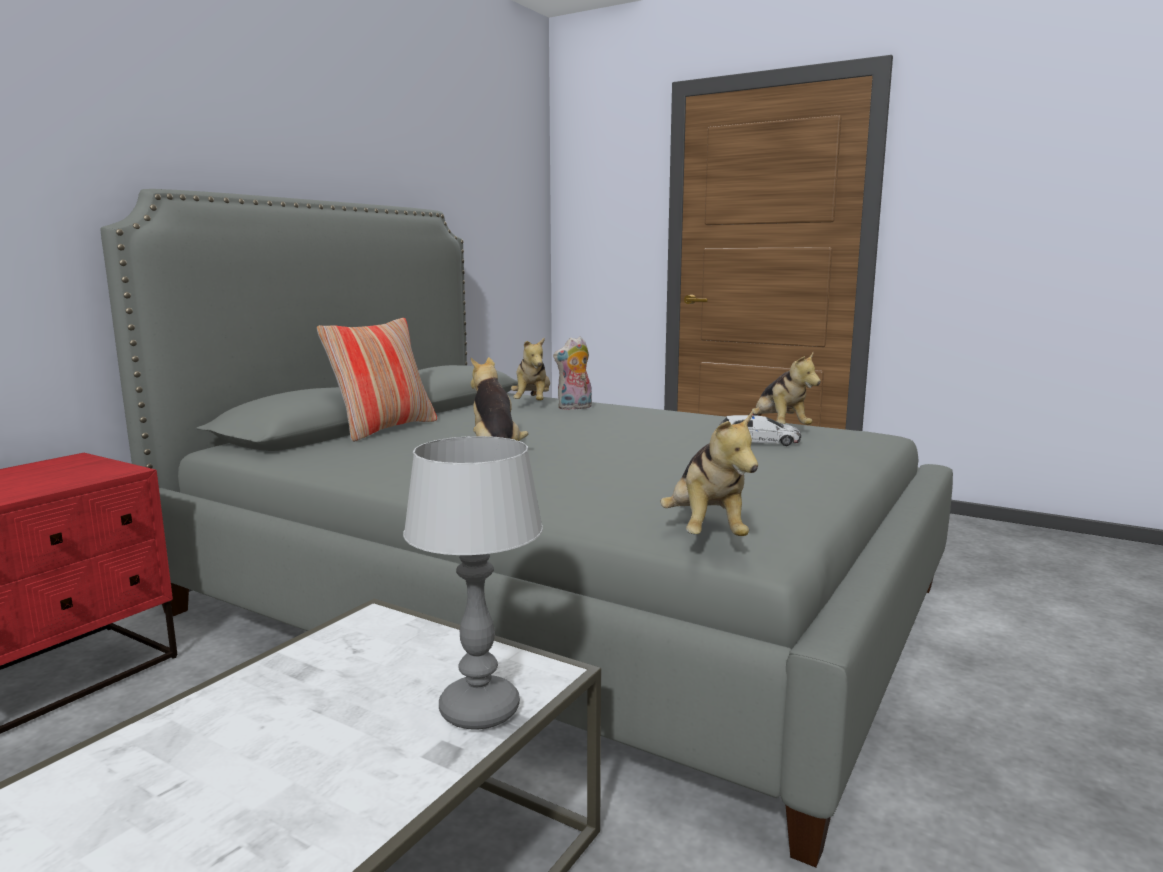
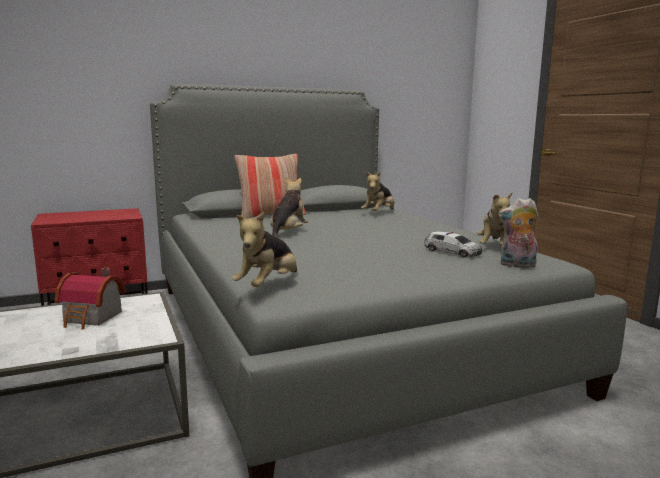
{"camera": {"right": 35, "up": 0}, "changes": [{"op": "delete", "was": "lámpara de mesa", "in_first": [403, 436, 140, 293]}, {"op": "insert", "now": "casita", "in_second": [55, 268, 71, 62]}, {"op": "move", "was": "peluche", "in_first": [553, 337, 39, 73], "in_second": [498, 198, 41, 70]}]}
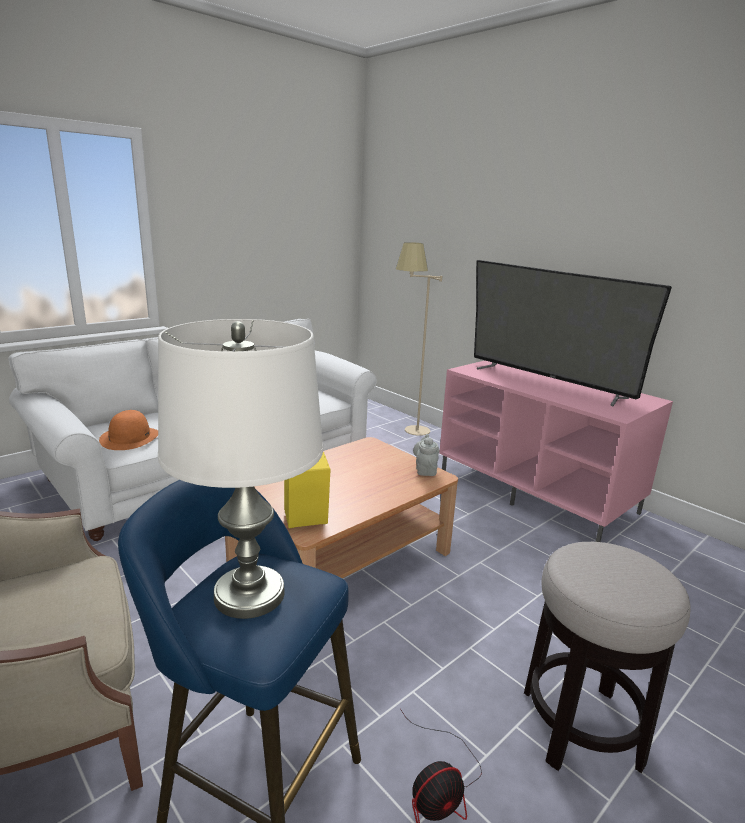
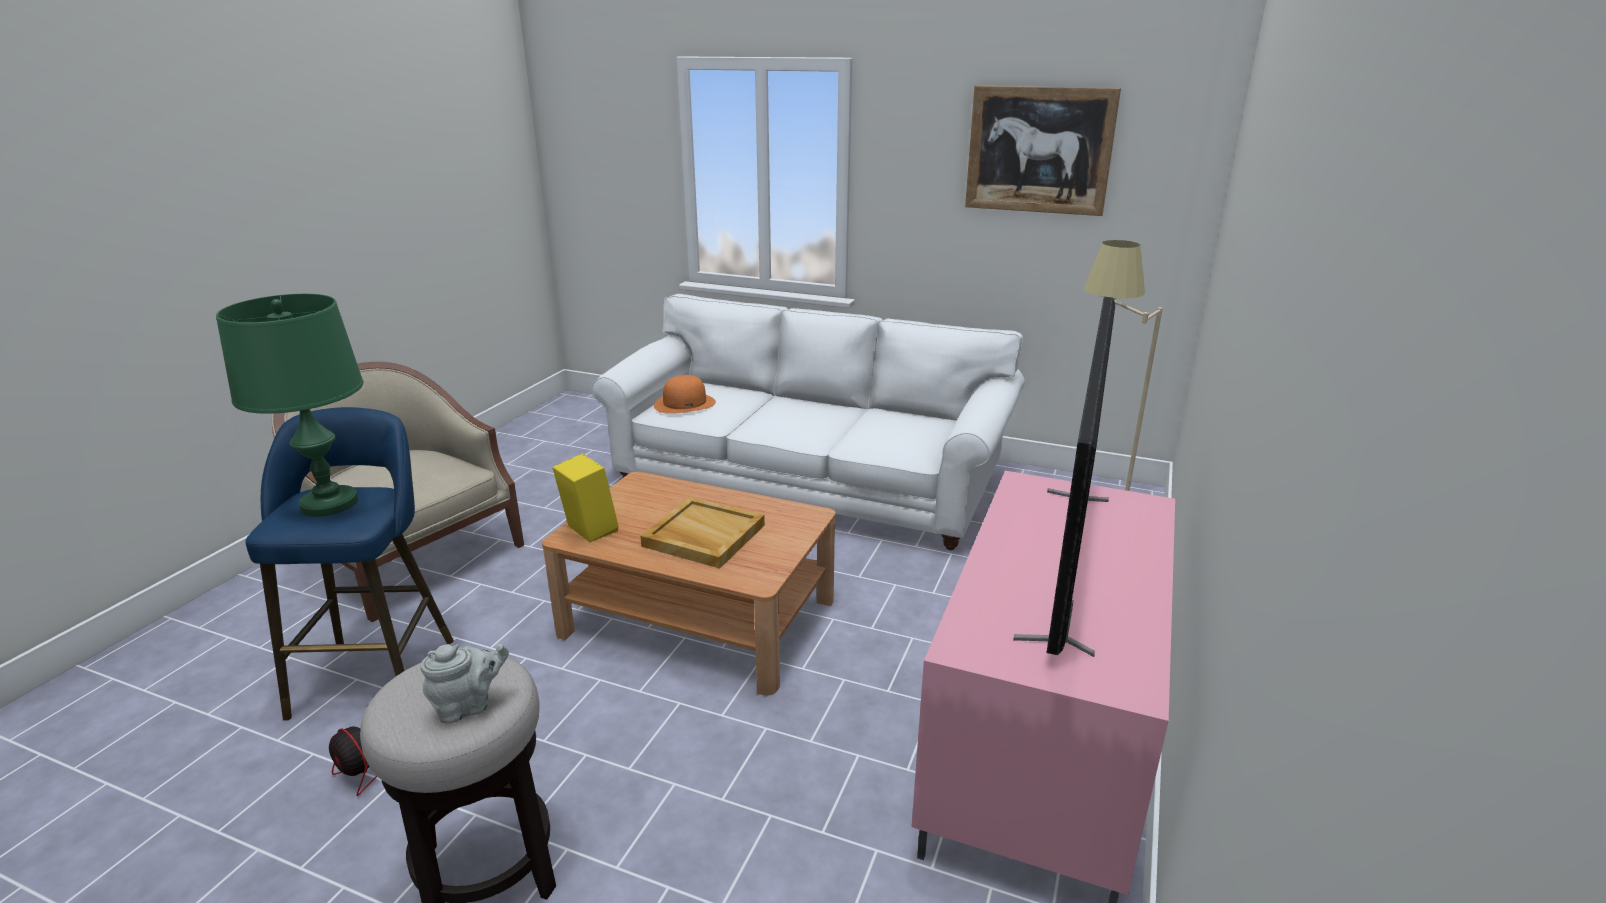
{"camera": {"right": 65, "up": 5}, "changes": [{"op": "insert", "now": "bandeja (beis)", "in_second": [640, 497, 125, 71]}, {"op": "insert", "now": "cuadro", "in_second": [965, 86, 156, 130]}, {"op": "move", "was": "tetera (gris)", "in_first": [413, 434, 26, 42], "in_second": [420, 644, 89, 80]}, {"op": "recolor", "was": "lámpara de mesa (blanco)", "now": "lámpara de mesa (verde)", "in_first": [158, 319, 165, 300], "in_second": [216, 294, 147, 223]}]}
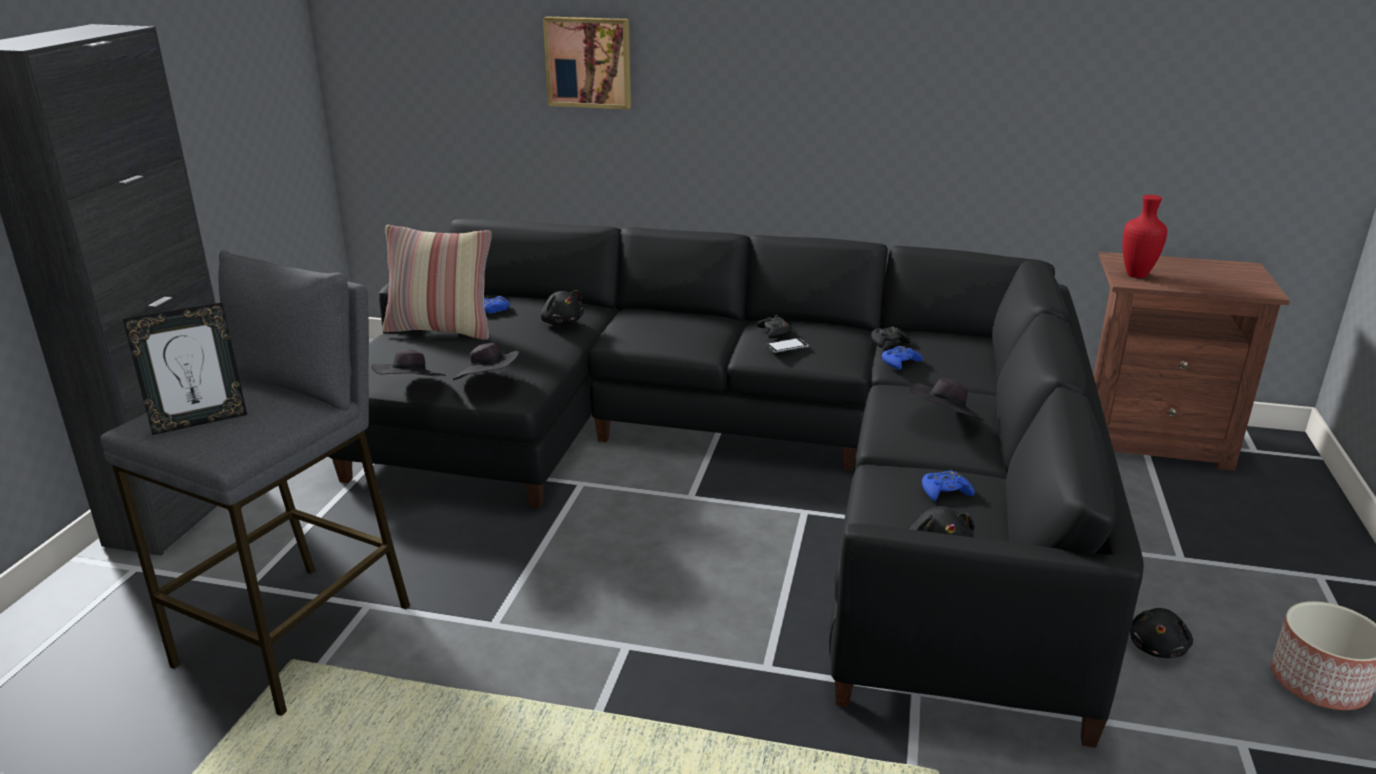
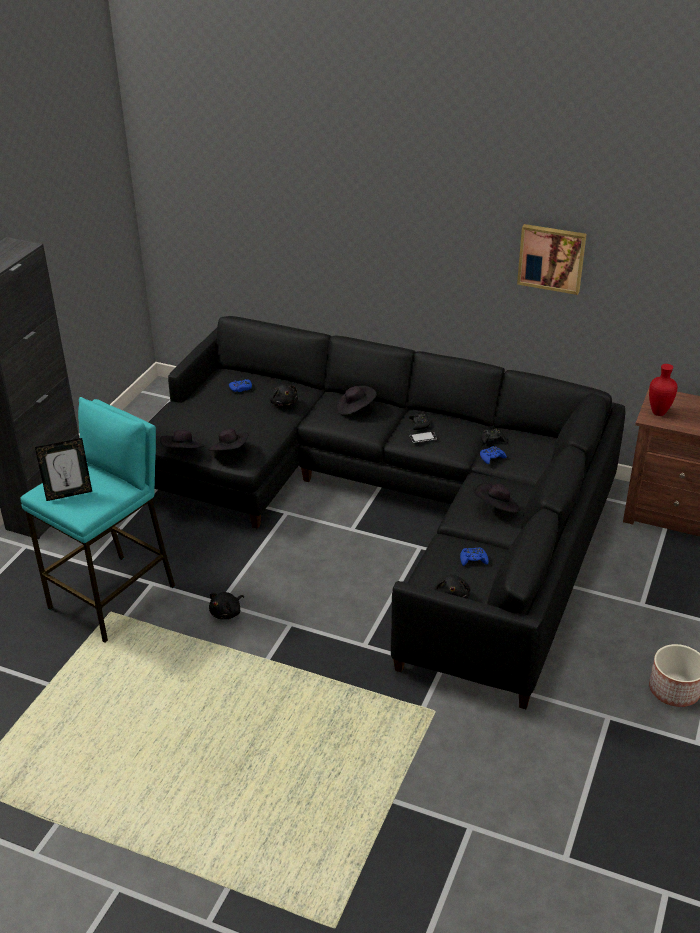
{"camera": {"right": 10, "up": 10}, "changes": [{"op": "delete", "was": "cojín", "in_first": [382, 225, 110, 115]}, {"op": "insert", "now": "sombrero (negro)", "in_second": [336, 386, 41, 29]}, {"op": "move", "was": "cuadro", "in_first": [543, 17, 88, 93], "in_second": [517, 224, 70, 71]}, {"op": "move", "was": "peluche (negro)", "in_first": [1130, 608, 63, 50], "in_second": [209, 592, 35, 27]}, {"op": "recolor", "was": "taburete (gris)", "now": "taburete (turquesa)", "in_first": [100, 250, 310, 466], "in_second": [20, 397, 155, 245]}]}
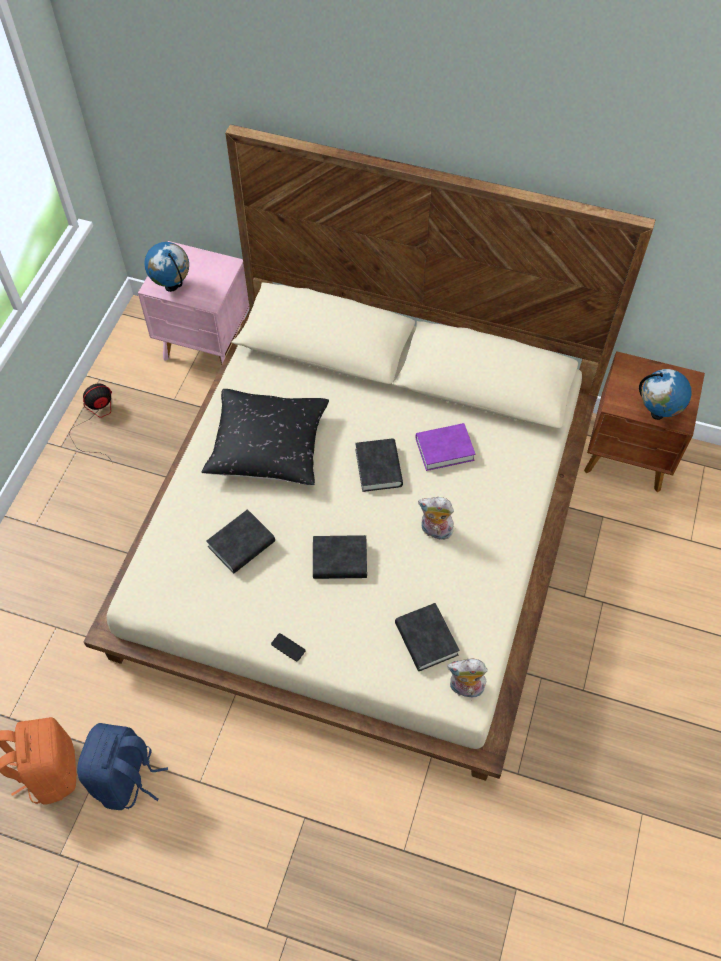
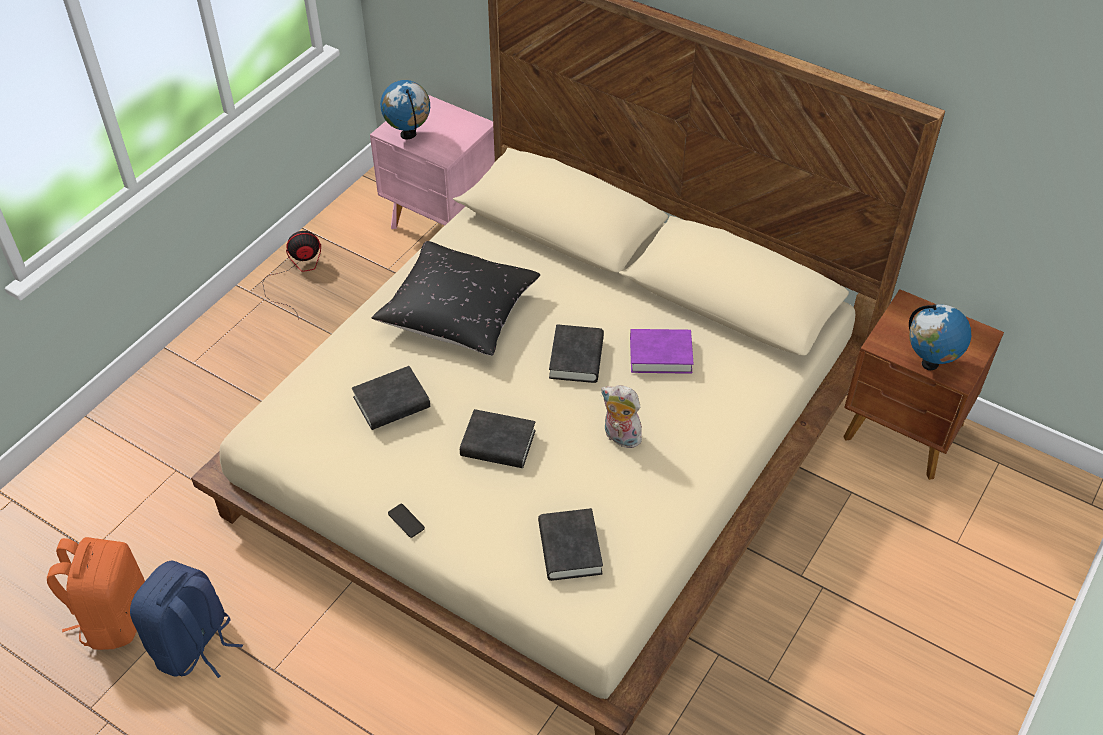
{"camera": {"right": 15, "up": -10}, "changes": [{"op": "delete", "was": "peluche", "in_first": [447, 659, 41, 39]}]}
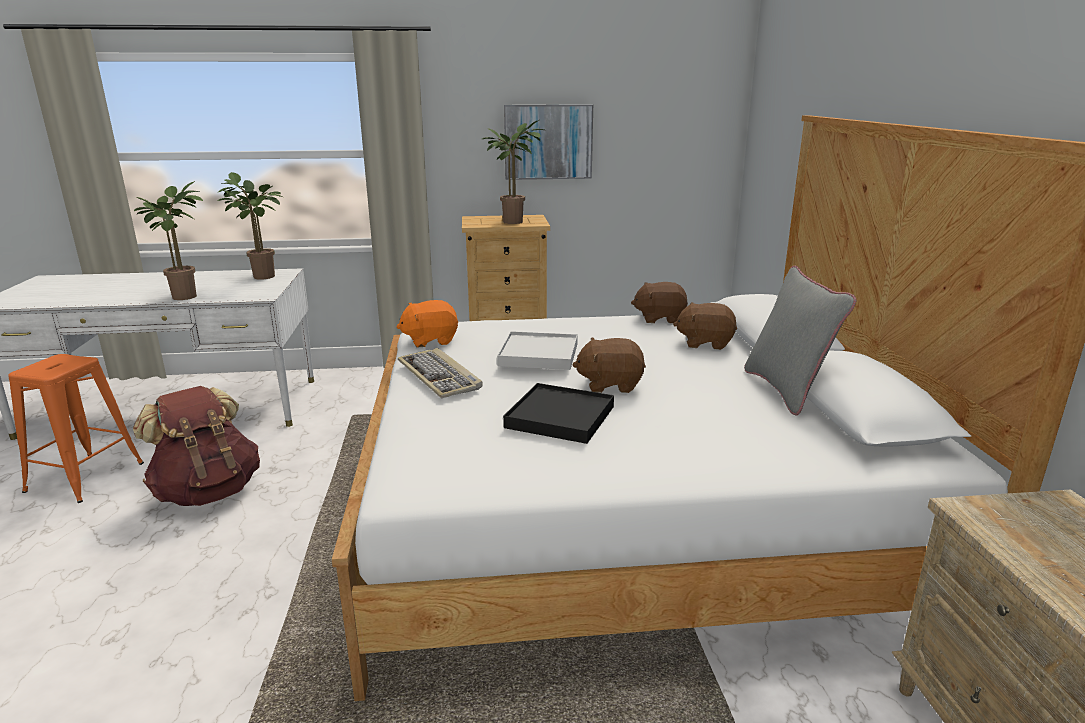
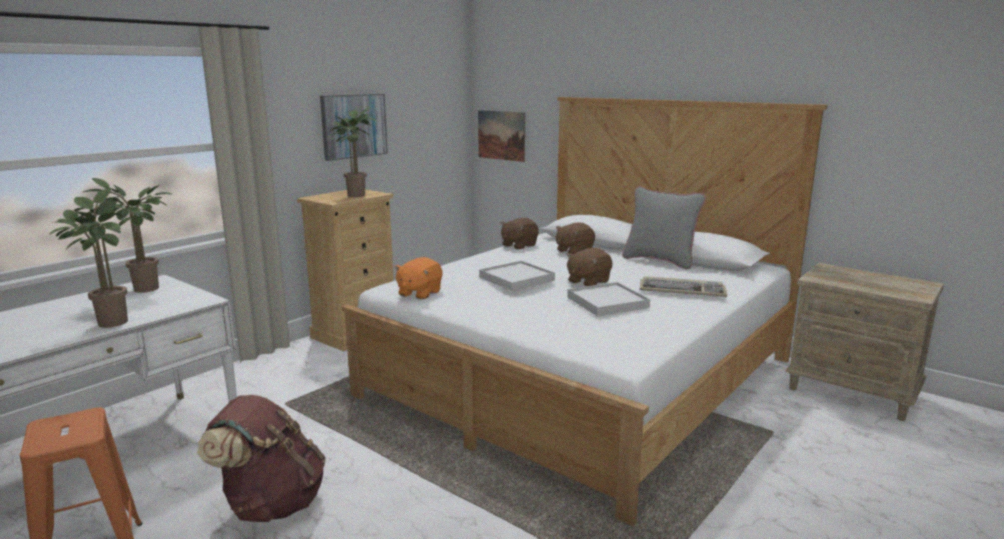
{"camera": {"right": -45, "up": -5}, "changes": [{"op": "insert", "now": "cuadro", "in_second": [478, 110, 47, 52]}, {"op": "move", "was": "teclado", "in_first": [398, 348, 85, 50], "in_second": [640, 276, 87, 21]}, {"op": "recolor", "was": "bandeja (negro)", "now": "bandeja (blanco)", "in_first": [503, 383, 111, 61], "in_second": [567, 282, 83, 34]}]}
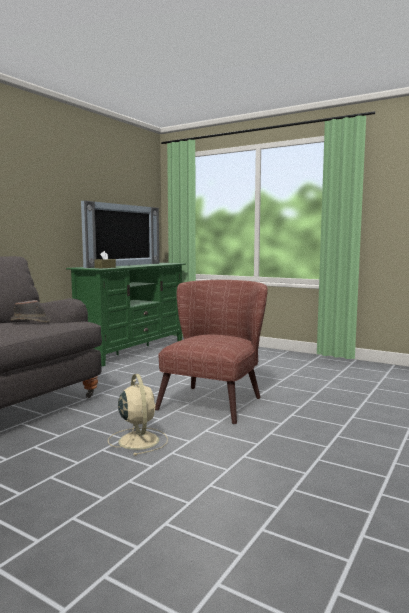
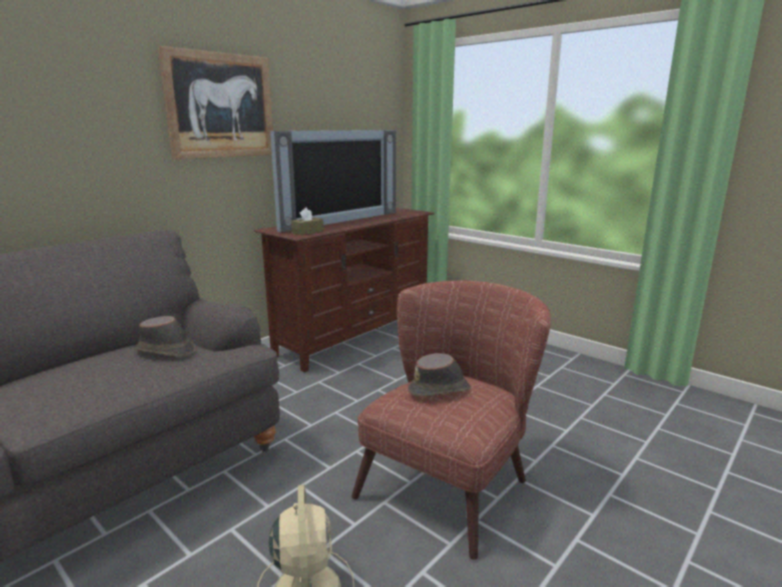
{"camera": {"right": 10, "up": 10}, "changes": [{"op": "insert", "now": "cuadro", "in_second": [158, 46, 115, 114]}, {"op": "insert", "now": "sombrero (marrón)", "in_second": [408, 353, 63, 44]}, {"op": "recolor", "was": "mueble de televisión (verde)", "now": "mueble de televisión (marrón)", "in_first": [66, 263, 119, 104], "in_second": [254, 207, 180, 165]}]}
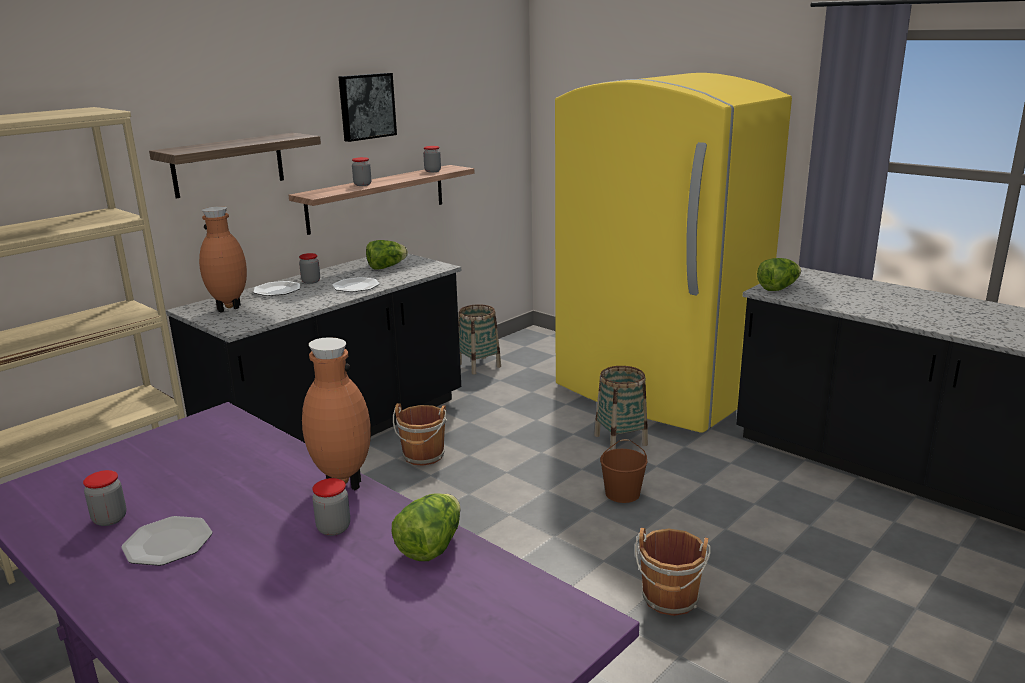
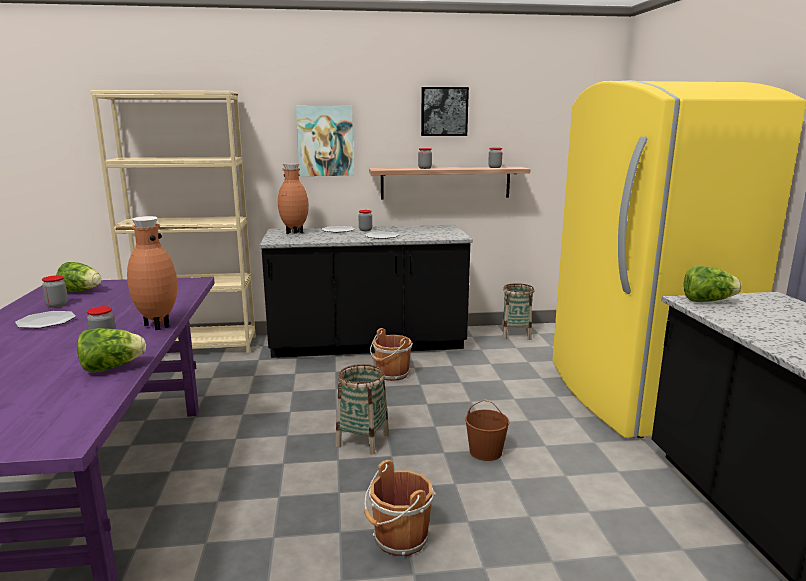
{"camera": {"right": 40, "up": -5}, "changes": [{"op": "move", "was": "lechuga", "in_first": [366, 240, 42, 29], "in_second": [56, 262, 46, 30]}, {"op": "move", "was": "cesta", "in_first": [594, 366, 54, 84], "in_second": [336, 364, 53, 90]}, {"op": "replace", "was": "estante", "now": "cuadro", "in_first": [149, 133, 172, 66], "in_second": [296, 105, 58, 71]}]}
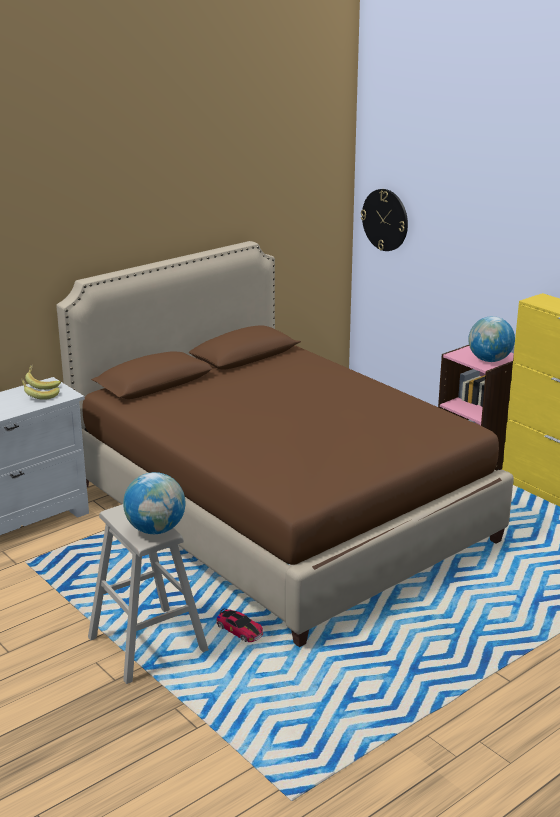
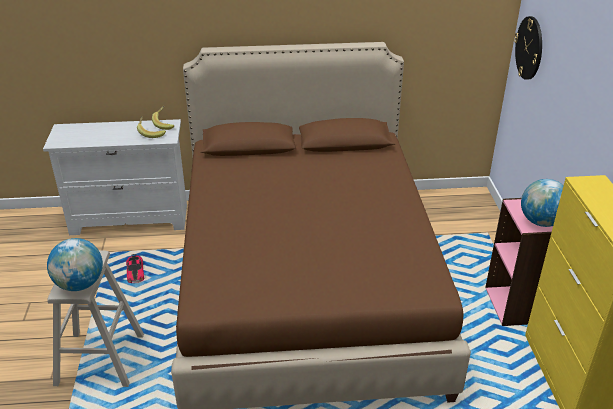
{"camera": {"right": 35, "up": 10}, "changes": [{"op": "move", "was": "coche de juguete", "in_first": [216, 609, 47, 33], "in_second": [126, 254, 18, 29]}]}
